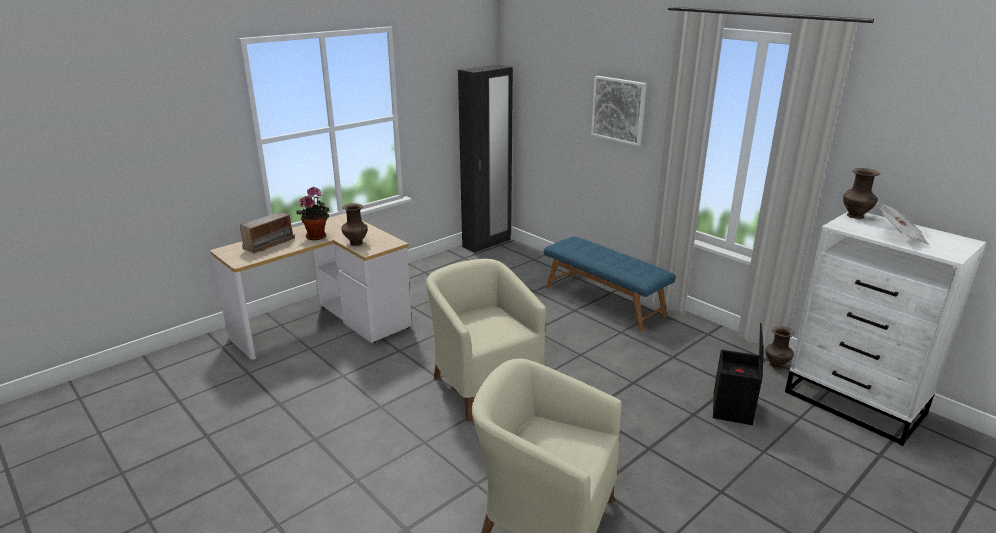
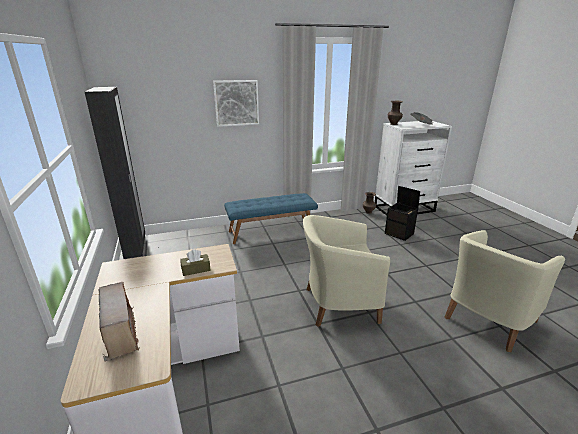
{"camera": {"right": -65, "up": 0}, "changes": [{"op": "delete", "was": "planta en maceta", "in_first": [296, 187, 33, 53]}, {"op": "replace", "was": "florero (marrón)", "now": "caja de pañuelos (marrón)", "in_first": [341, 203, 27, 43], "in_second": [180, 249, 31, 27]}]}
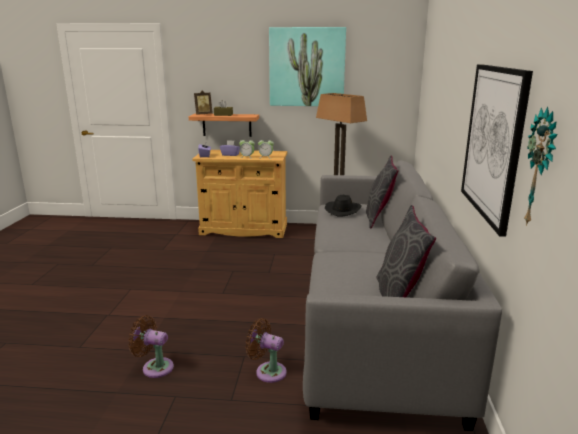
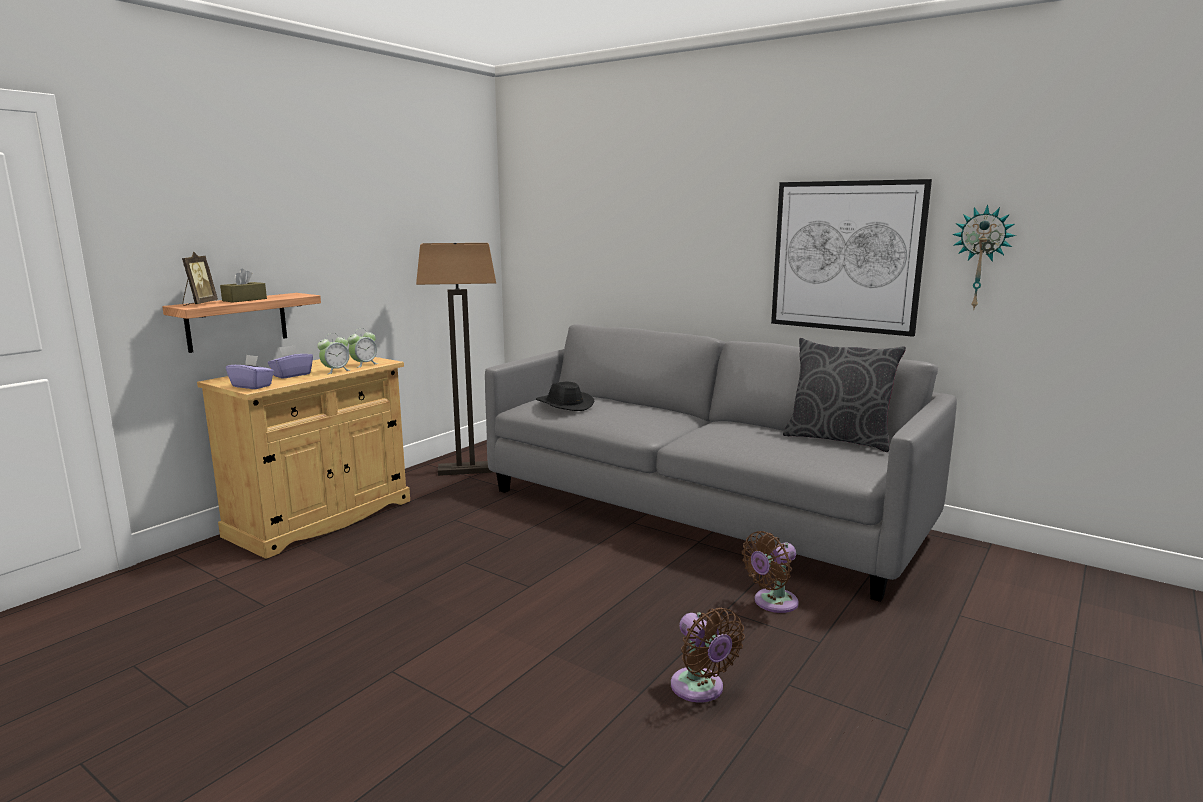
{"camera": {"right": -60, "up": -5}, "changes": [{"op": "delete", "was": "cuadro", "in_first": [269, 27, 77, 79]}, {"op": "delete", "was": "cojín (gris)", "in_first": [366, 156, 33, 72]}, {"op": "rotate", "was": "ventilador (marrón)", "in_first": [128, 315, 46, 63], "in_second": [671, 607, 74, 96], "clockwise": -75}]}
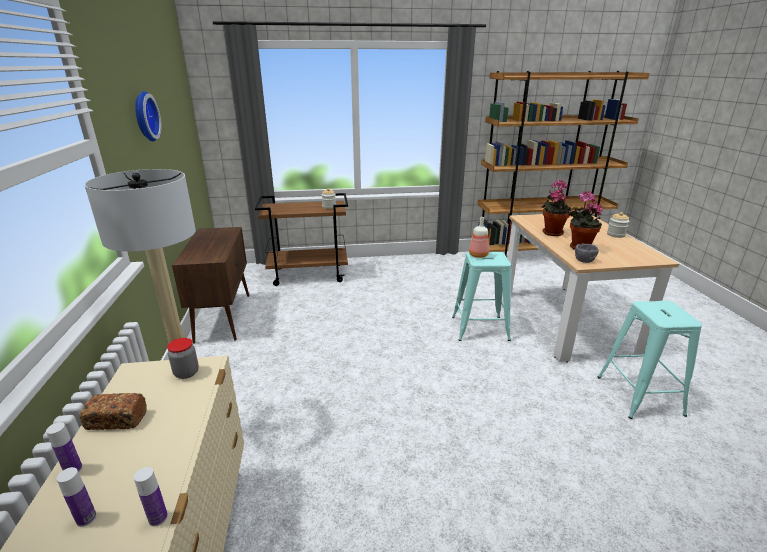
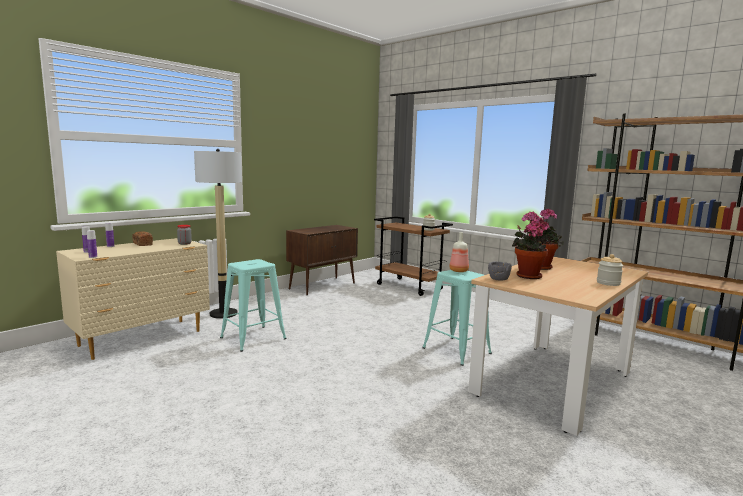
{"camera": {"right": 50, "up": -15}, "changes": [{"op": "delete", "was": "reloj de pared", "in_first": [135, 91, 27, 50]}, {"op": "move", "was": "taburete (turquesa)", "in_first": [597, 300, 105, 119], "in_second": [220, 259, 67, 93]}]}
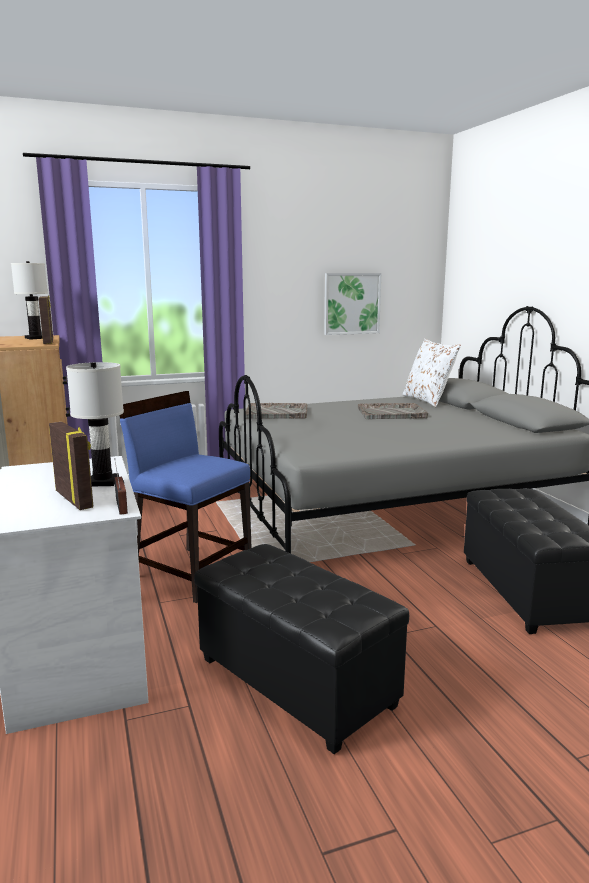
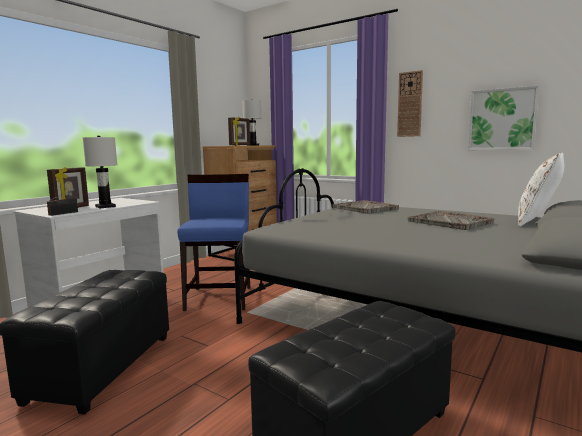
{"camera": {"right": 55, "up": -5}, "changes": [{"op": "insert", "now": "reloj de pared", "in_second": [397, 70, 26, 67]}]}
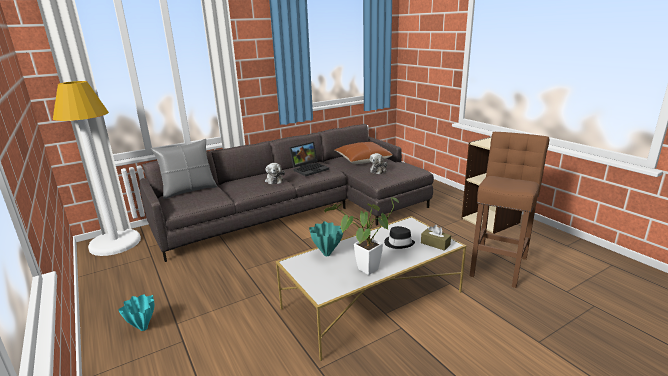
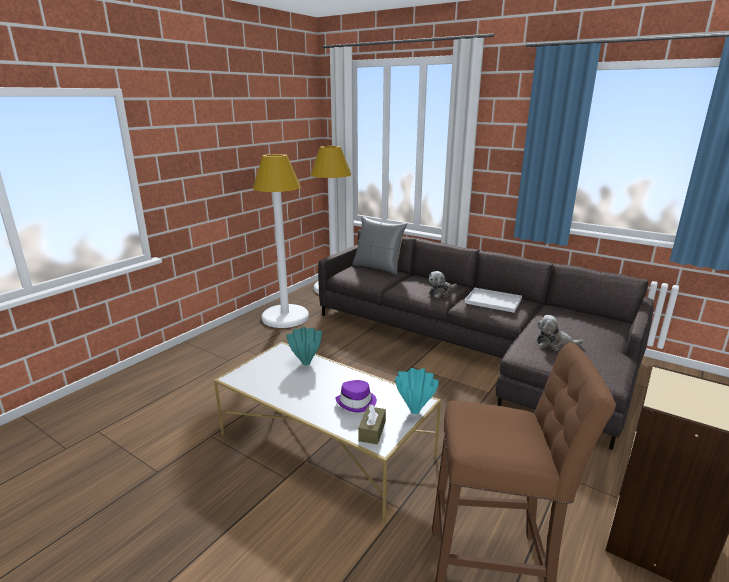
{"camera": {"right": 65, "up": 0}, "changes": [{"op": "delete", "was": "planta en maceta", "in_first": [324, 196, 76, 79]}, {"op": "delete", "was": "cojín (marrón)", "in_first": [335, 142, 57, 22]}, {"op": "insert", "now": "lámpara de pie (blanco)", "in_second": [253, 154, 56, 174]}, {"op": "move", "was": "florero (turquesa)", "in_first": [118, 294, 36, 37], "in_second": [395, 368, 44, 46]}, {"op": "replace", "was": "portátil", "now": "bandeja (blanco)", "in_first": [289, 142, 40, 34], "in_second": [464, 288, 58, 25]}, {"op": "recolor", "was": "sombrero (negro)", "now": "sombrero (morado)", "in_first": [384, 226, 31, 23], "in_second": [335, 380, 42, 32]}]}
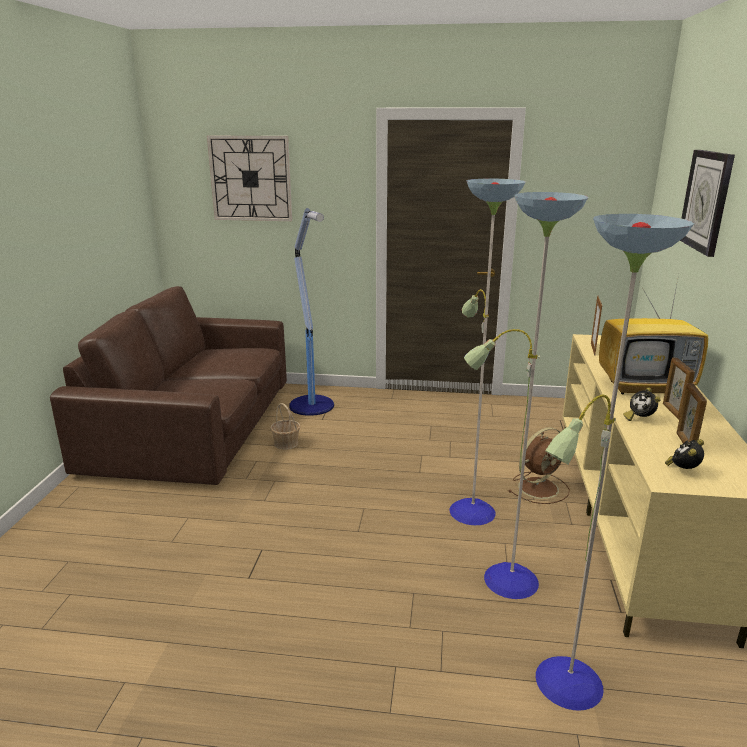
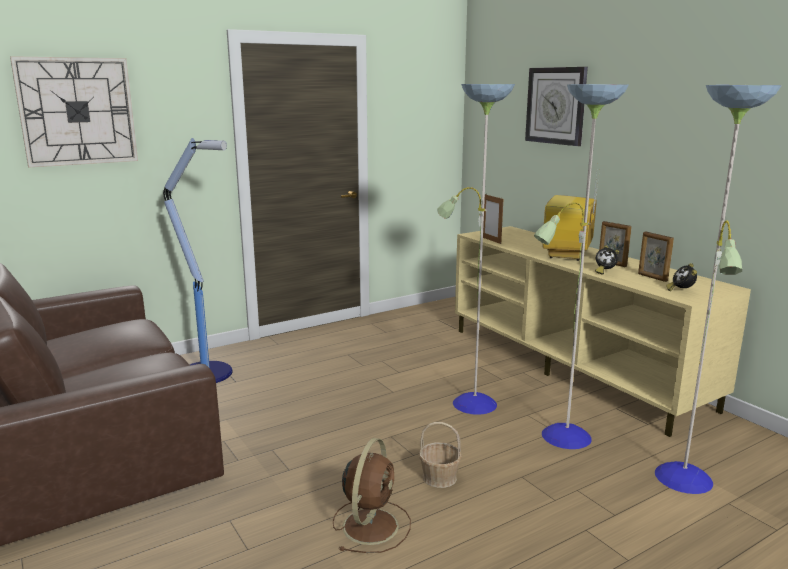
{"camera": {"right": -40, "up": -5}, "changes": [{"op": "move", "was": "cesta", "in_first": [270, 403, 30, 47], "in_second": [419, 422, 43, 66]}, {"op": "move", "was": "ventilador (marrón)", "in_first": [508, 427, 62, 77], "in_second": [333, 438, 78, 115]}, {"op": "rotate", "was": "televisor", "in_first": [599, 275, 109, 119], "in_second": [542, 175, 57, 86], "clockwise": 150}]}
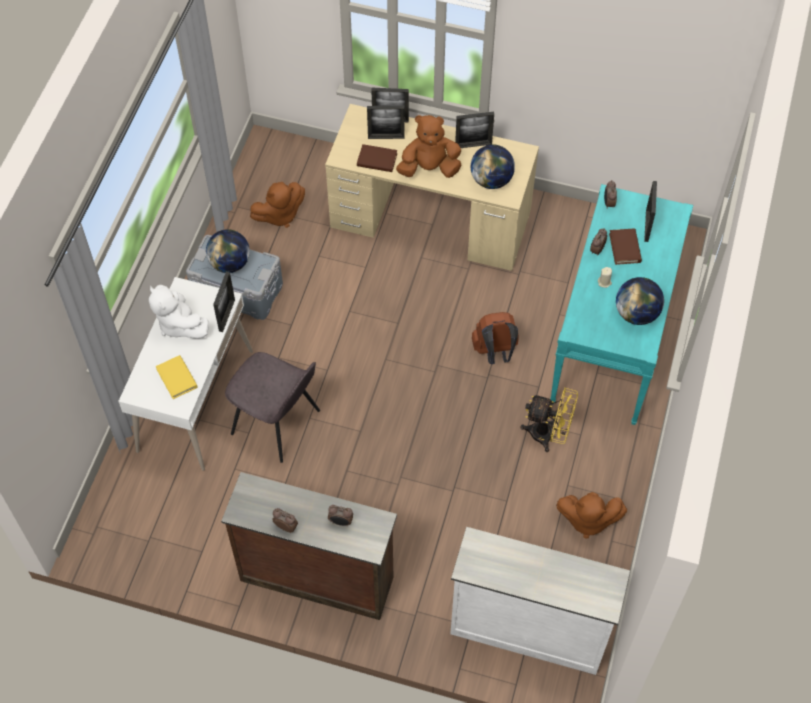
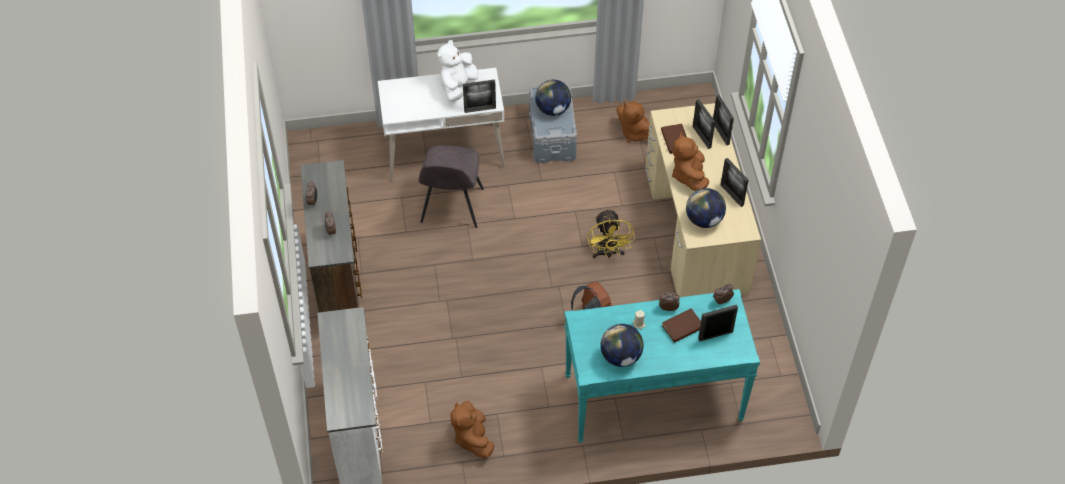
{"camera": {"right": 65, "up": -5}, "changes": [{"op": "delete", "was": "libro (amarillo)", "in_first": [156, 355, 42, 44]}, {"op": "move", "was": "ventilador (amarillo)", "in_first": [520, 387, 58, 65], "in_second": [587, 208, 48, 50]}, {"op": "rotate", "was": "peluche (marrón)", "in_first": [396, 115, 66, 63], "in_second": [672, 132, 37, 59], "clockwise": -150}]}
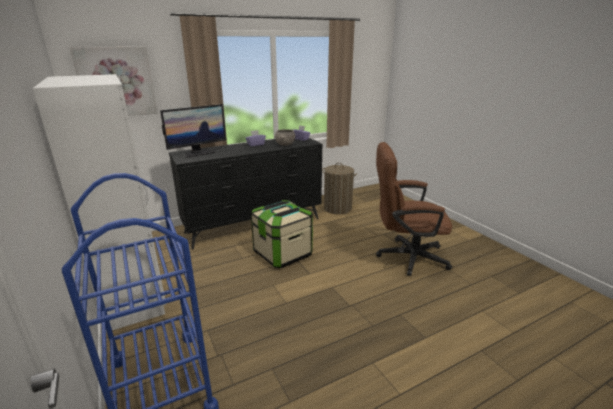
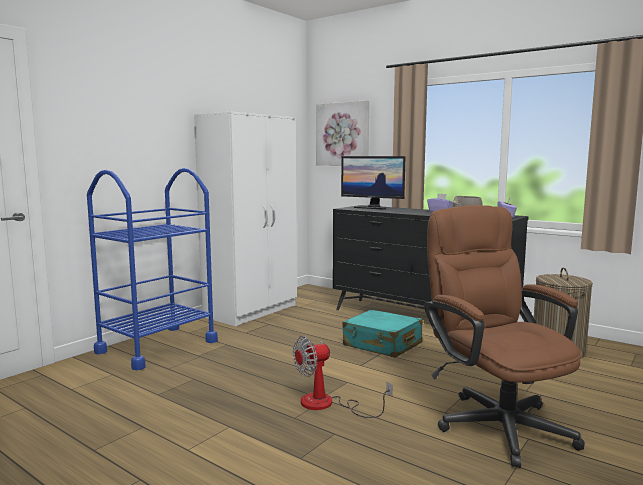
{"camera": {"right": 65, "up": -15}, "changes": [{"op": "insert", "now": "ventilador", "in_second": [293, 336, 99, 82]}, {"op": "replace", "was": "caja de almacenaje", "now": "maleta (turquesa)", "in_first": [251, 200, 62, 68], "in_second": [342, 310, 81, 48]}]}
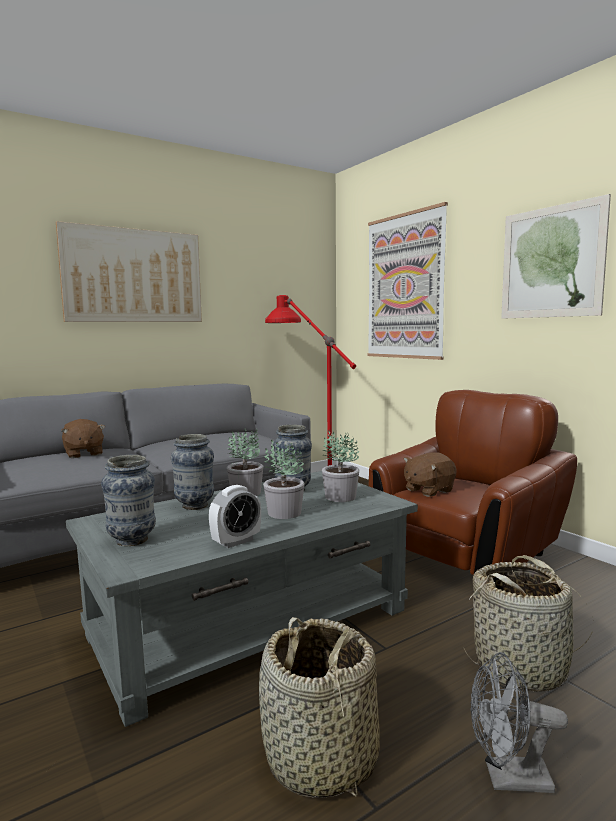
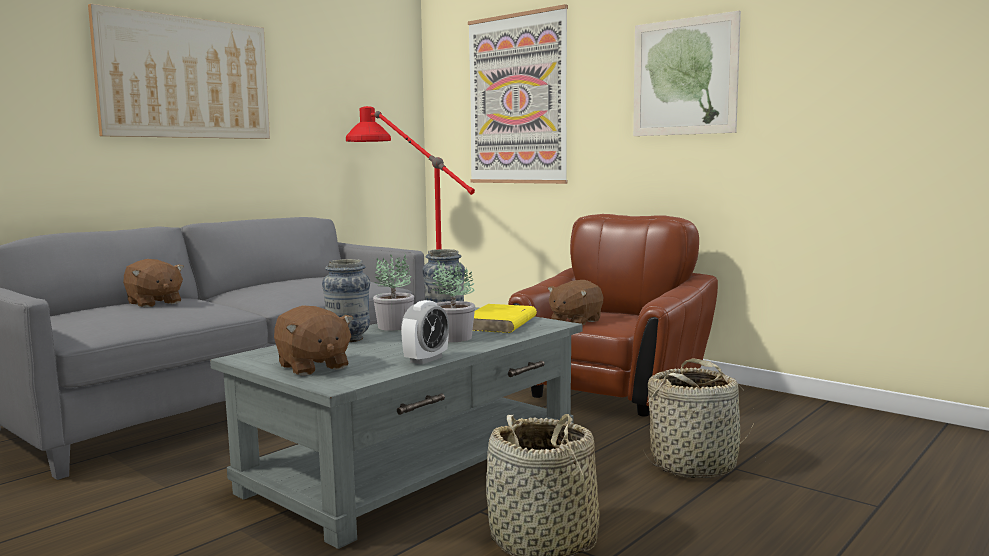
{"camera": {"right": -15, "up": 0}, "changes": [{"op": "delete", "was": "ventilador (gris)", "in_first": [470, 652, 98, 141]}, {"op": "replace", "was": "florero", "now": "peluche (marrón)", "in_first": [101, 455, 55, 91], "in_second": [274, 306, 79, 70]}, {"op": "replace", "was": "planta en maceta", "now": "libro (amarillo)", "in_first": [322, 430, 37, 72], "in_second": [473, 304, 64, 29]}]}
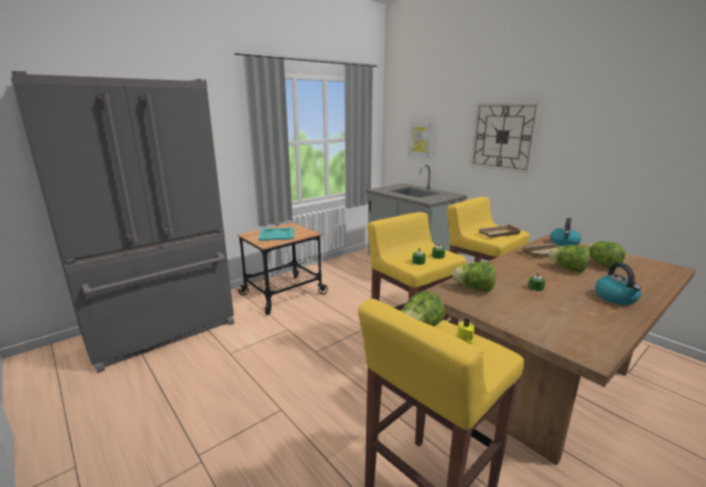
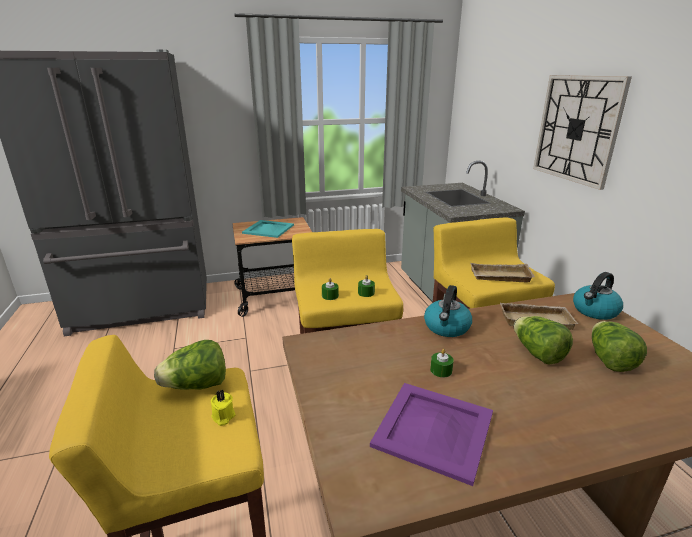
{"camera": {"right": 25, "up": 5}, "changes": [{"op": "delete", "was": "cuadro", "in_first": [407, 121, 27, 37]}, {"op": "delete", "was": "lechuga", "in_first": [453, 262, 43, 30]}, {"op": "insert", "now": "bandeja (morado)", "in_second": [370, 383, 123, 103]}, {"op": "move", "was": "hervidor", "in_first": [595, 263, 46, 42], "in_second": [424, 285, 48, 52]}]}
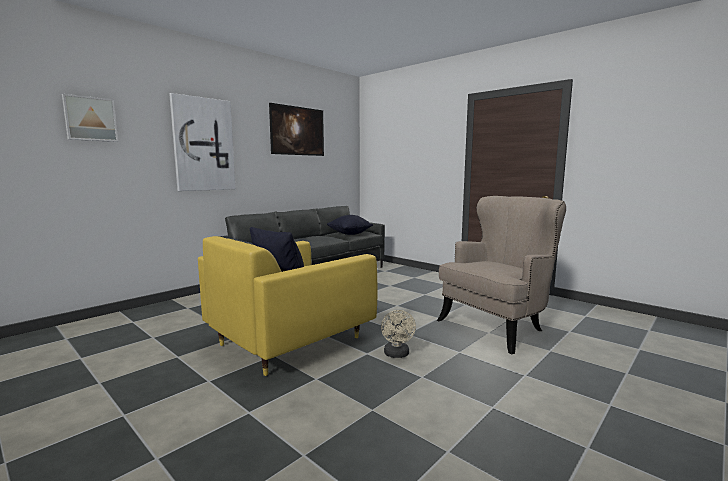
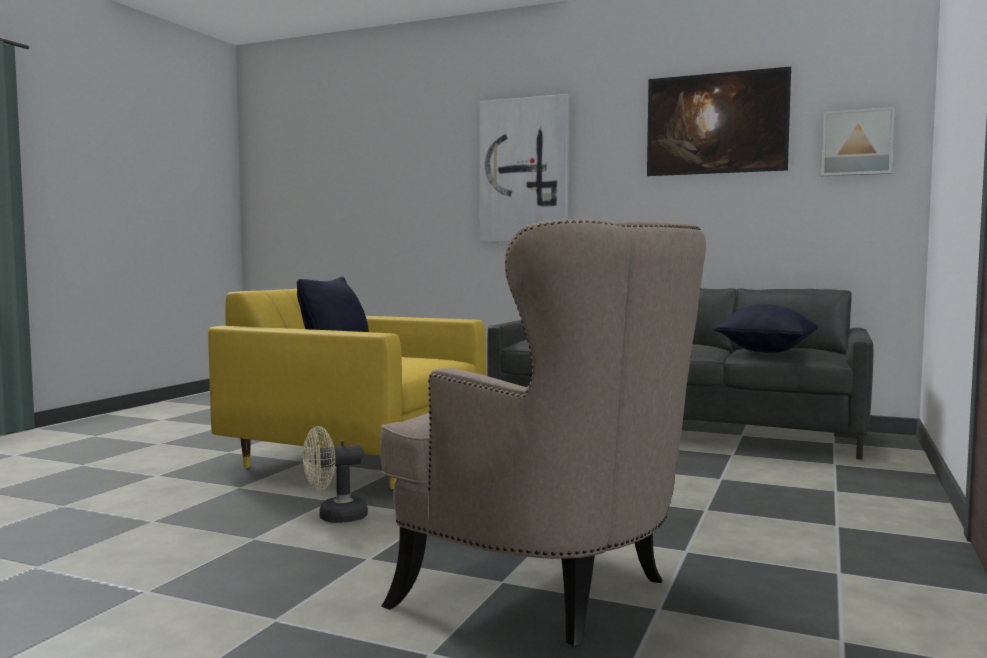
{"camera": {"right": 70, "up": -5}, "changes": [{"op": "move", "was": "cuadro", "in_first": [62, 94, 56, 48], "in_second": [821, 107, 74, 69]}]}
